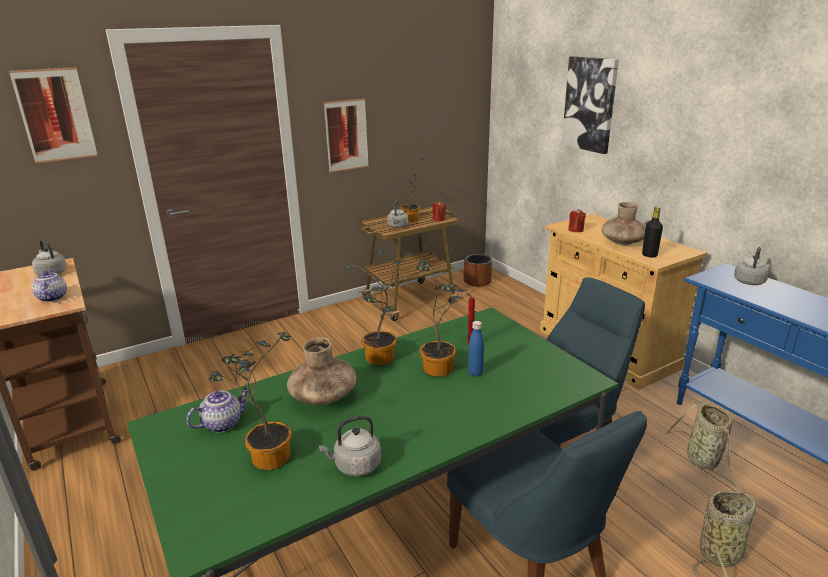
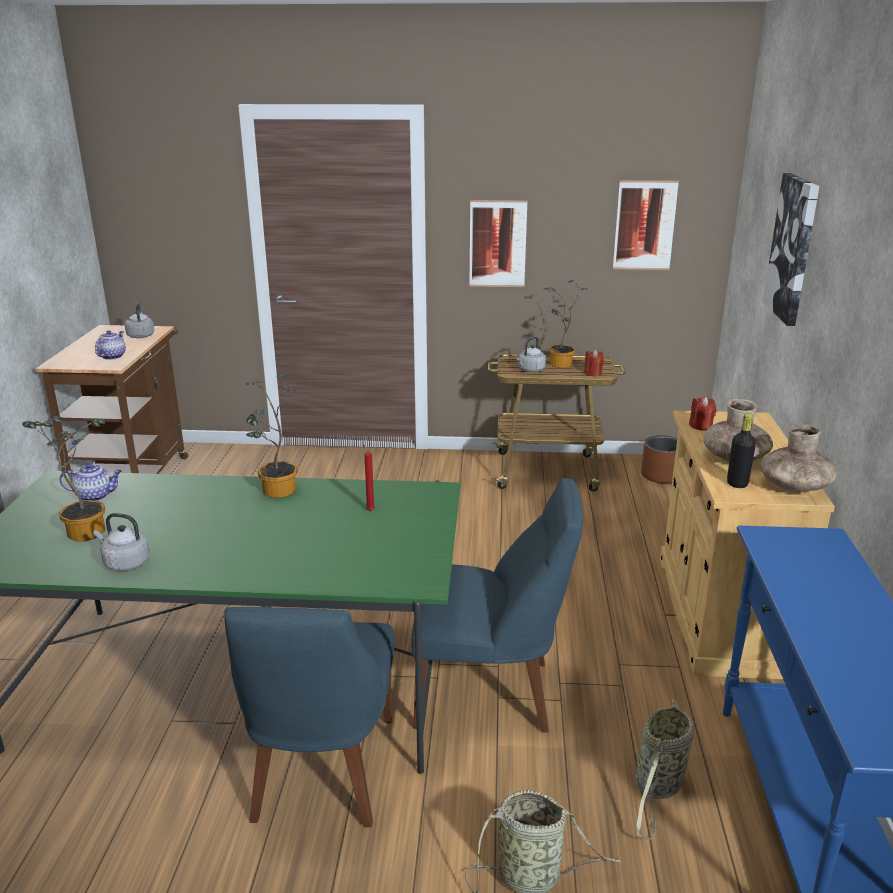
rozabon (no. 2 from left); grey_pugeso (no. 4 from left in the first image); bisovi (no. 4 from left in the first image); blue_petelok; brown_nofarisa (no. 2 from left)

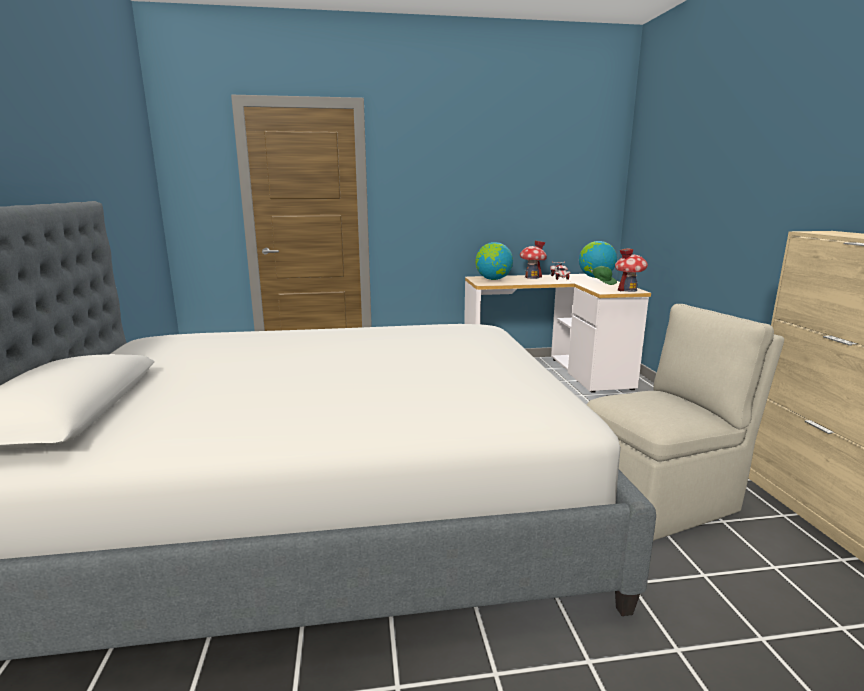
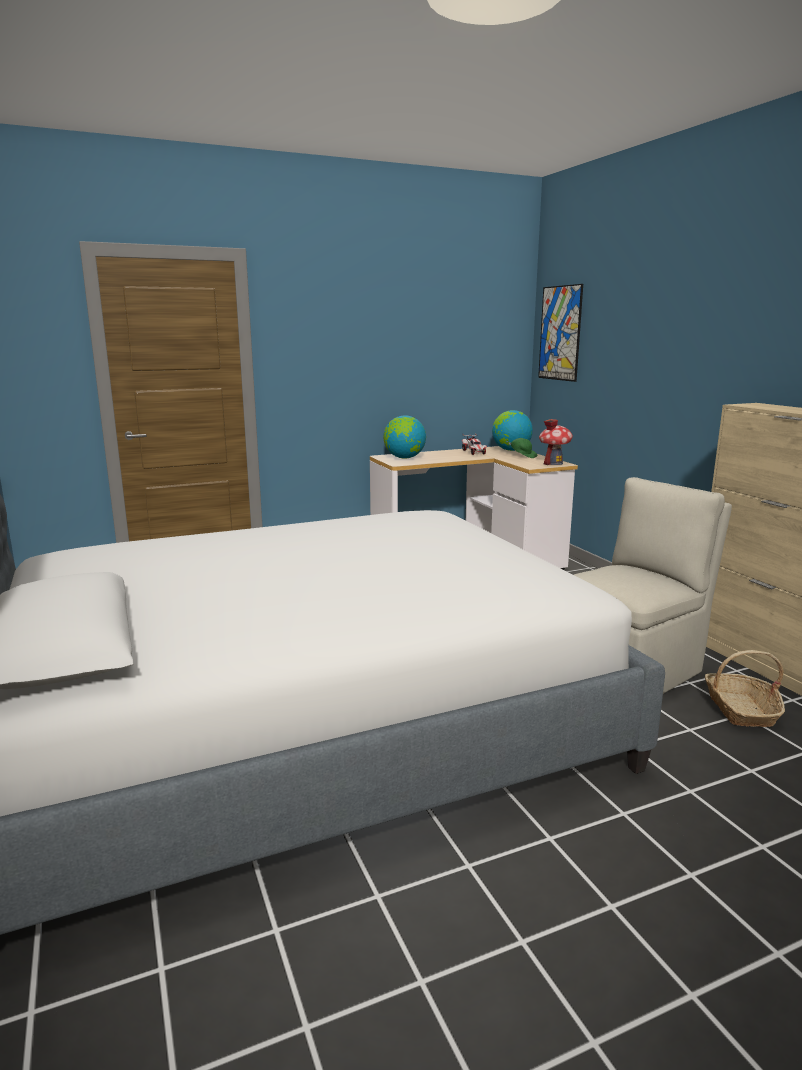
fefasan (no. 1 from left in the first image); rozabon; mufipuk

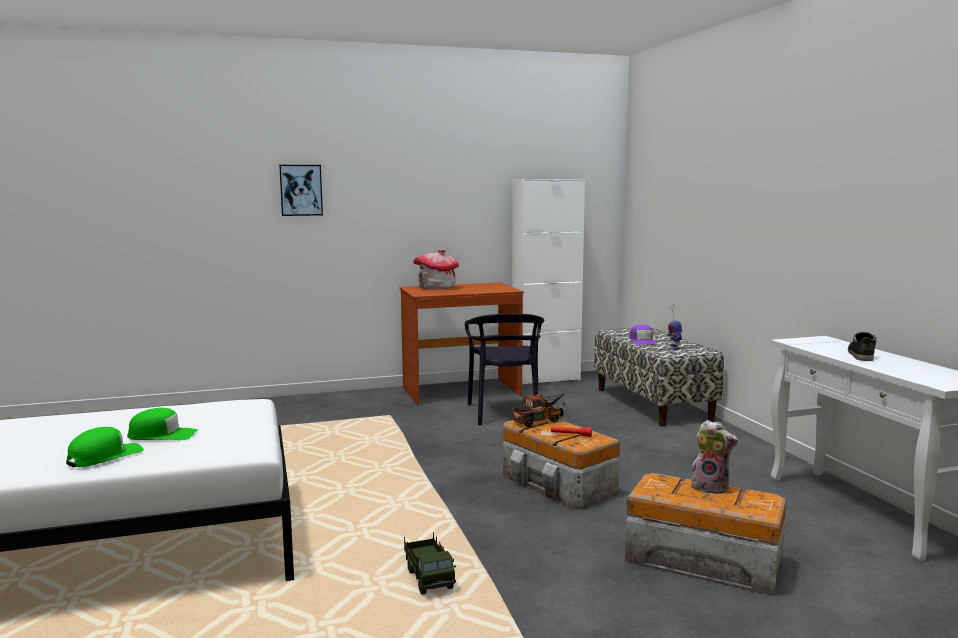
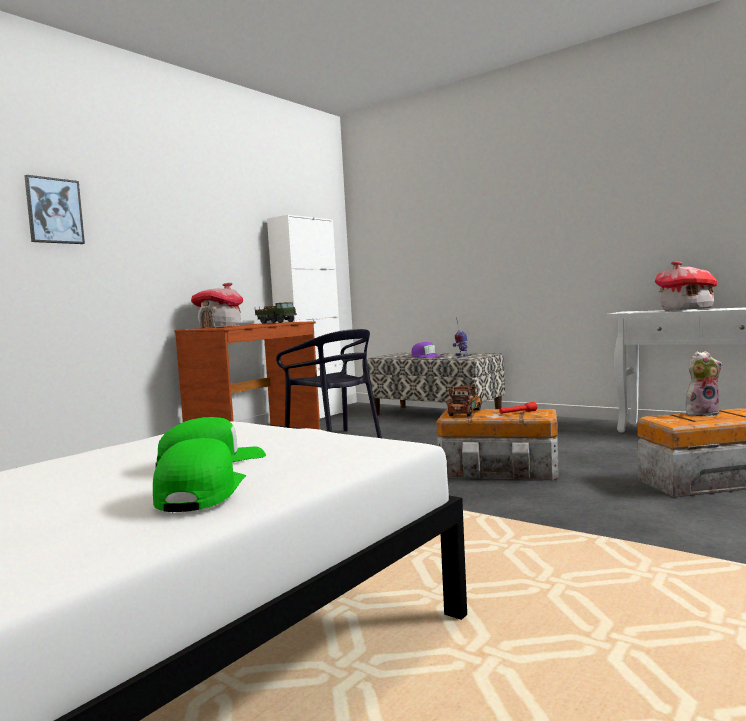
fefasan (no. 2 from left); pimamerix (no. 1 from left)

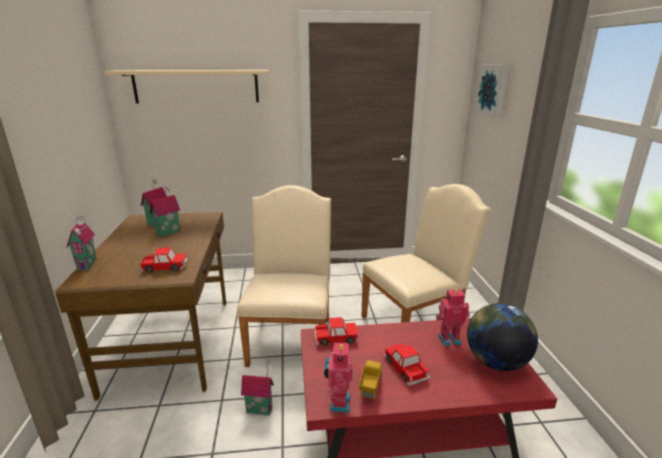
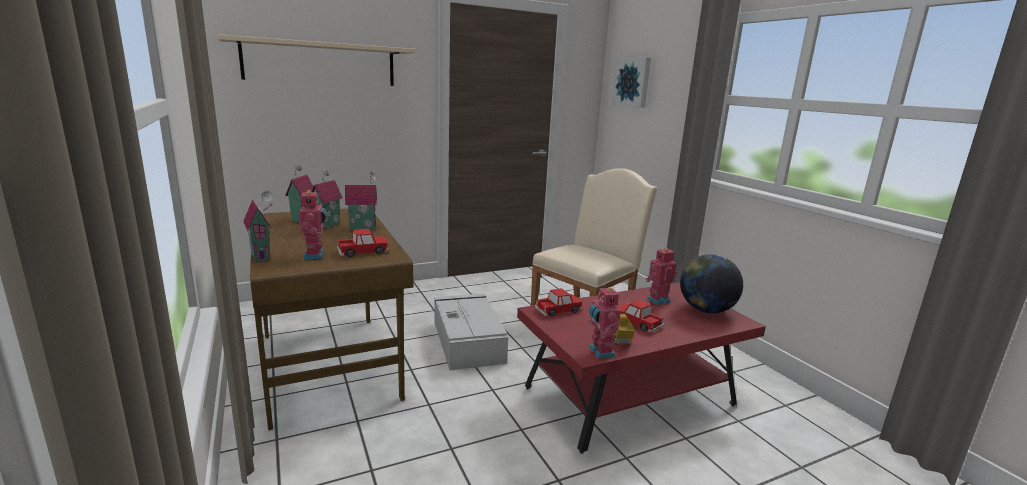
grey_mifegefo; fefasan (no. 4 from left); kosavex (no. 1 from left)

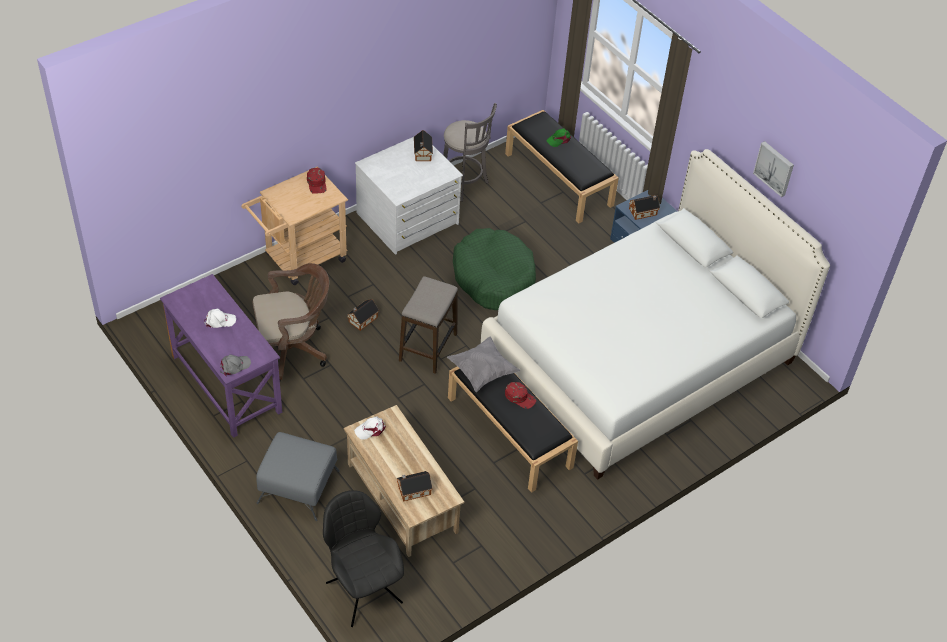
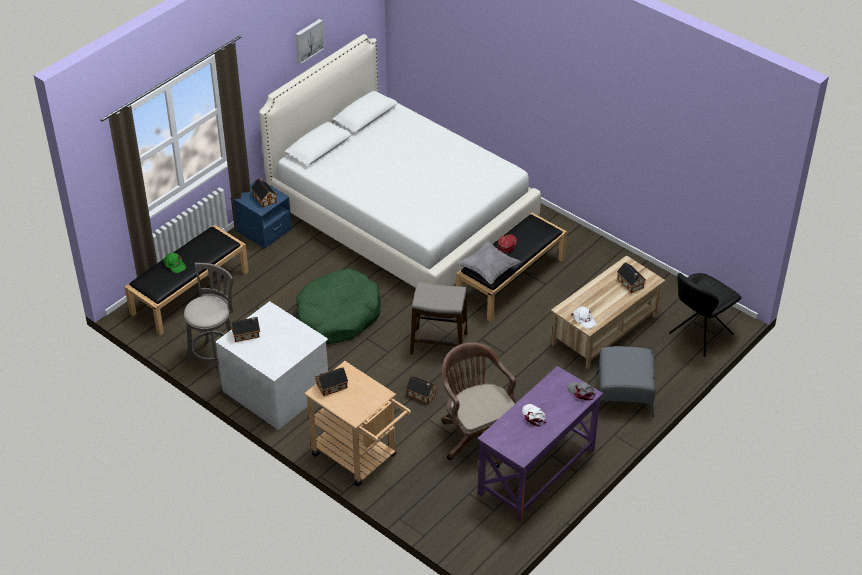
fefasan (no. 3 from left)

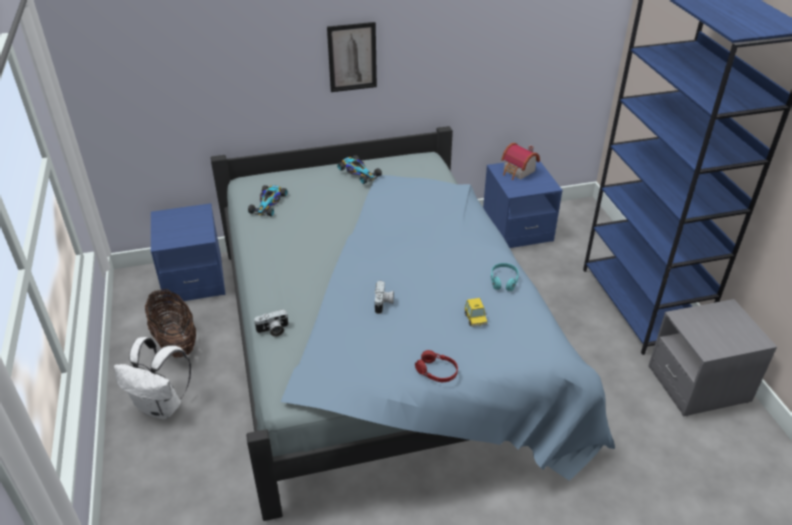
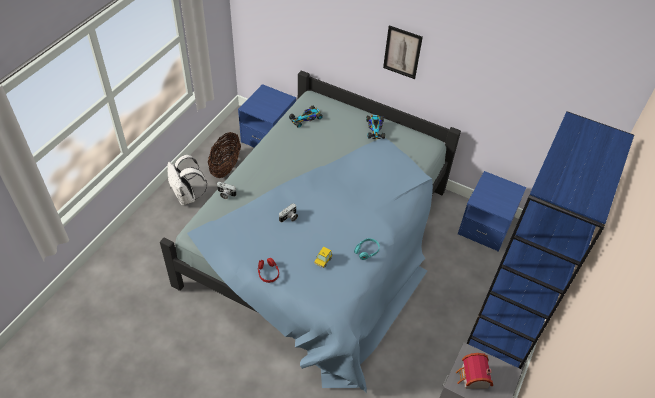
fefasan

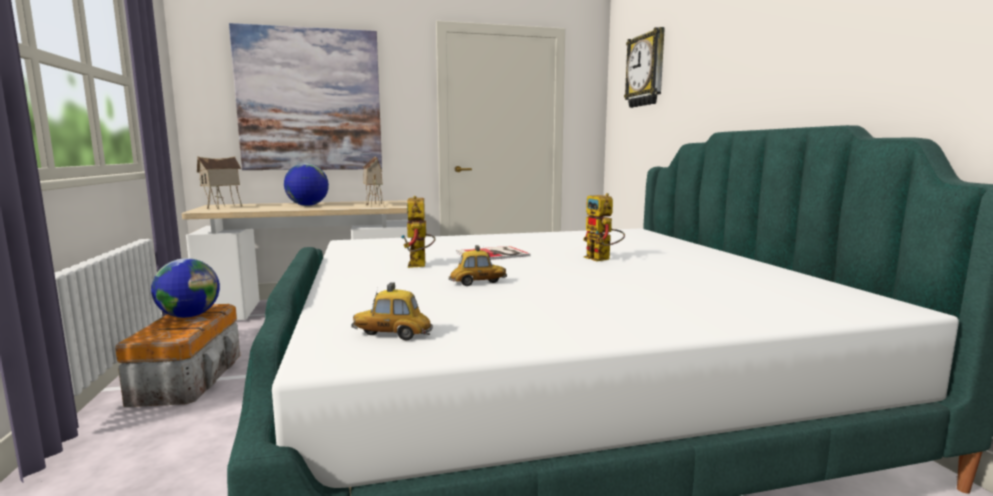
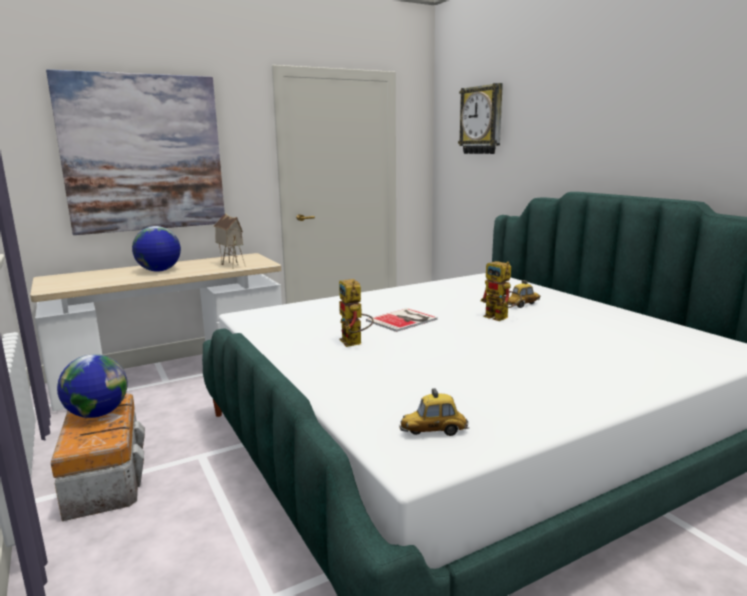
fefasan (no. 1 from left in the first image); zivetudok (no. 2 from left)

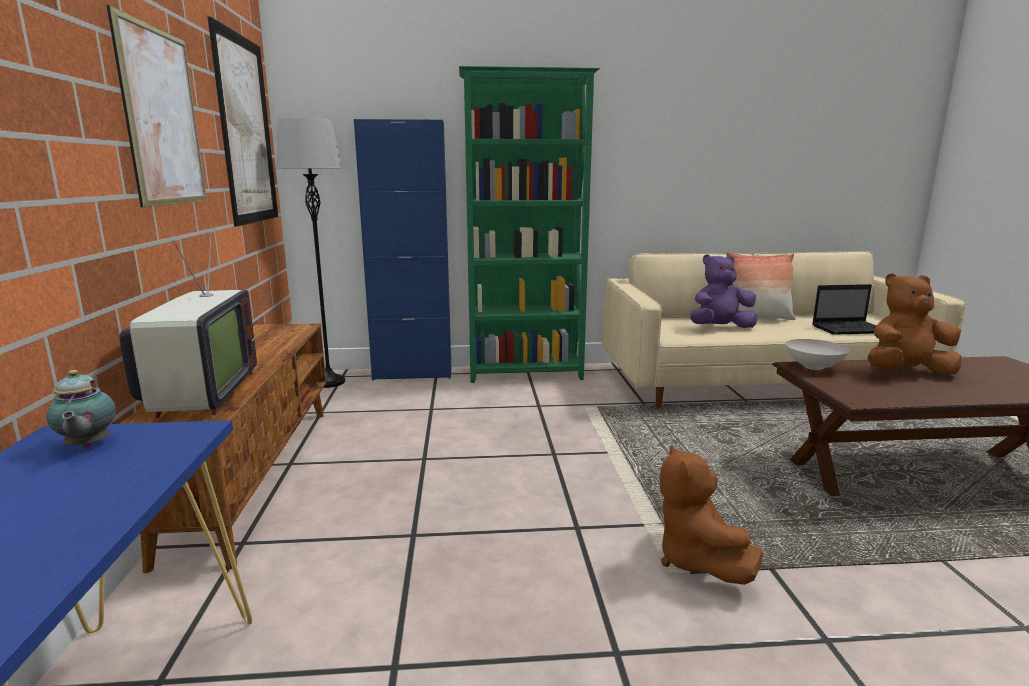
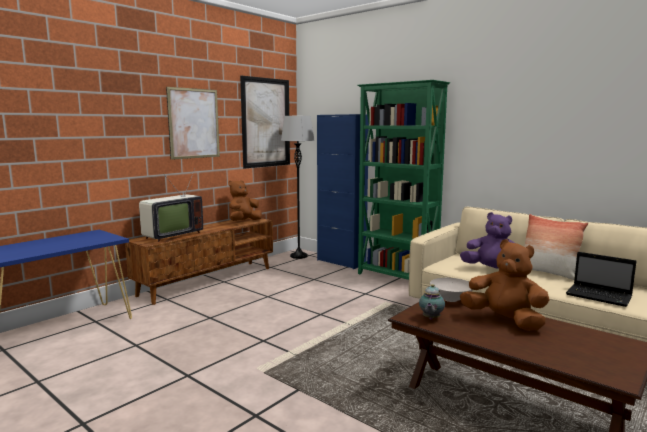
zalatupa; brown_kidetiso (no. 1 from left)

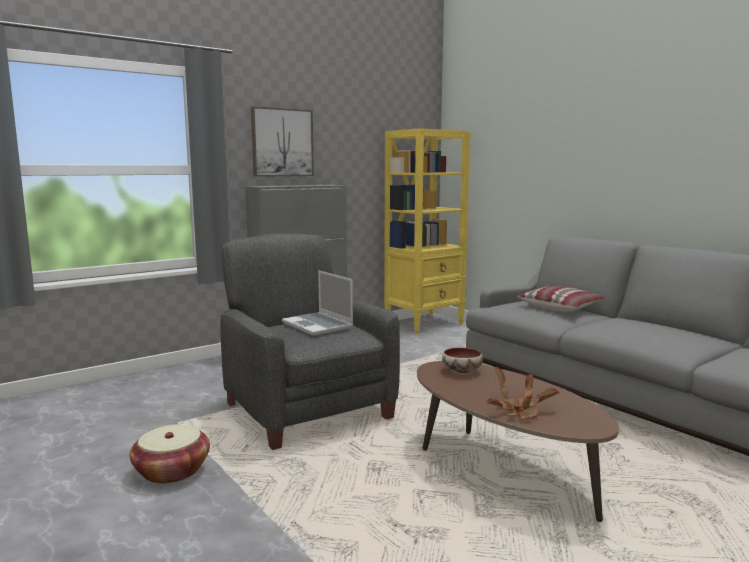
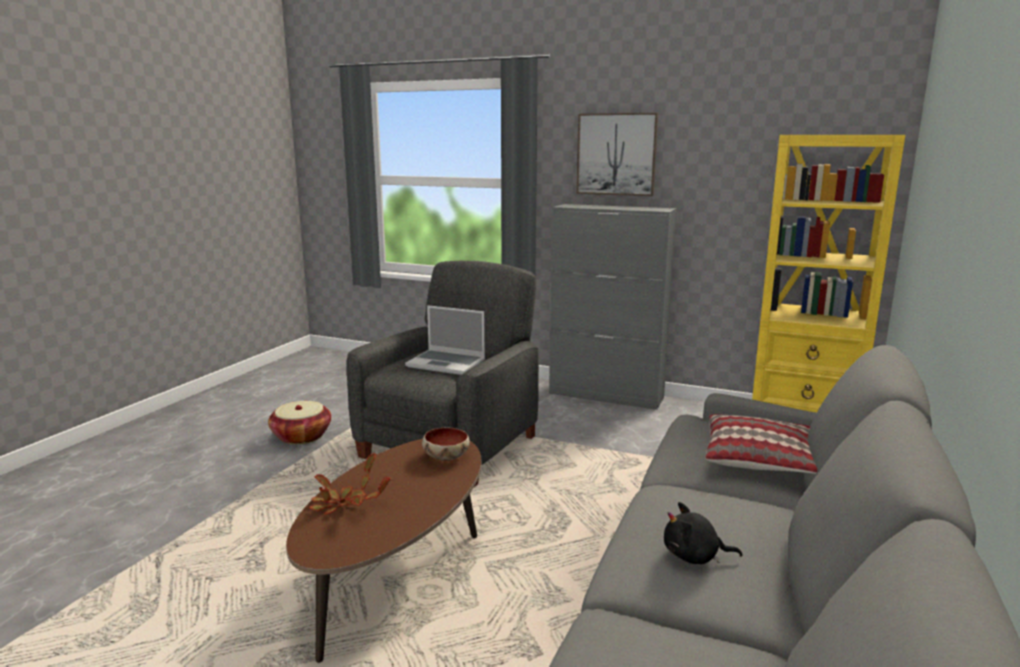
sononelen; black_kidetiso

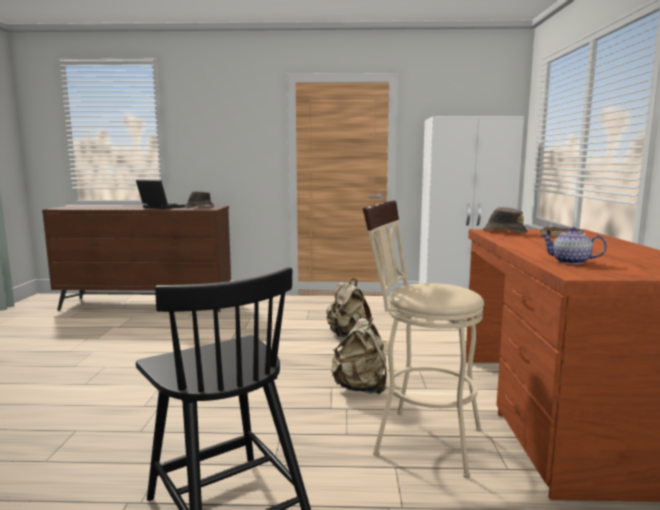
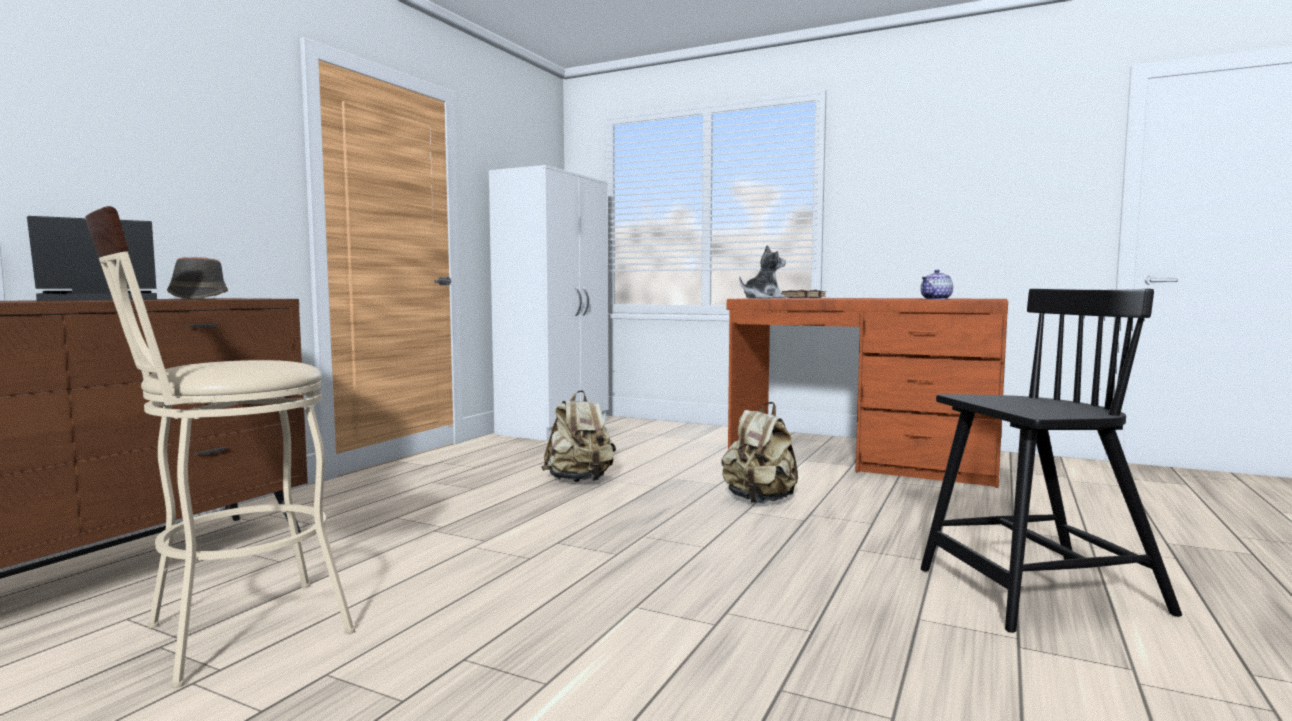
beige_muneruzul; kidetiso

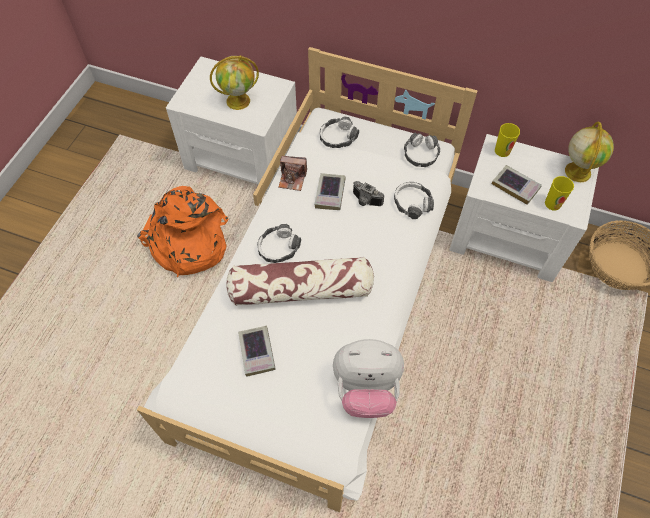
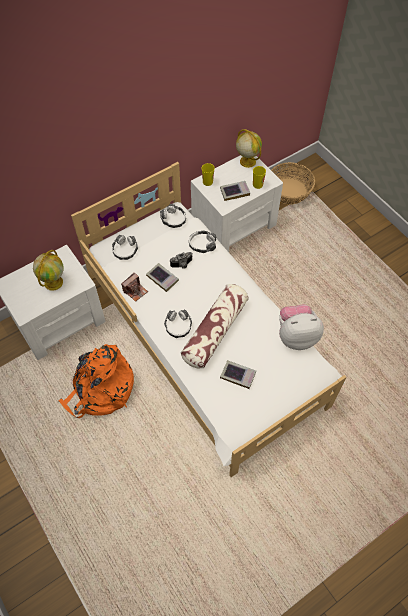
kidetiso

